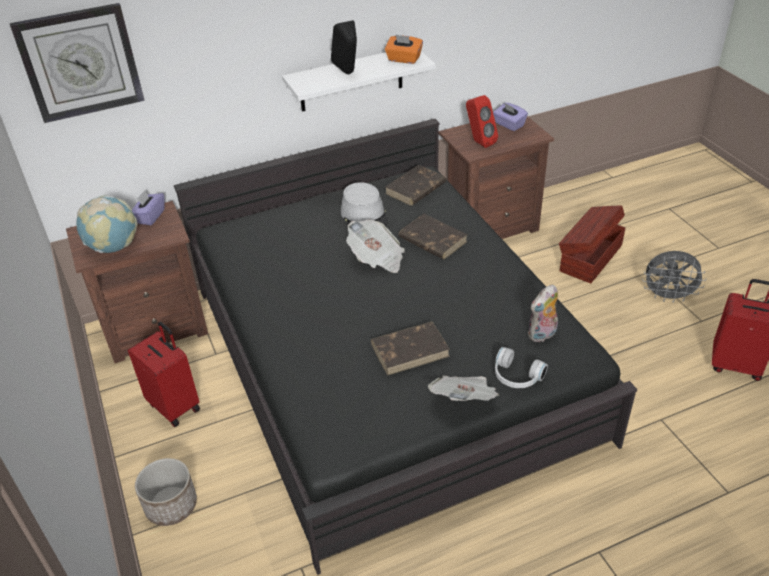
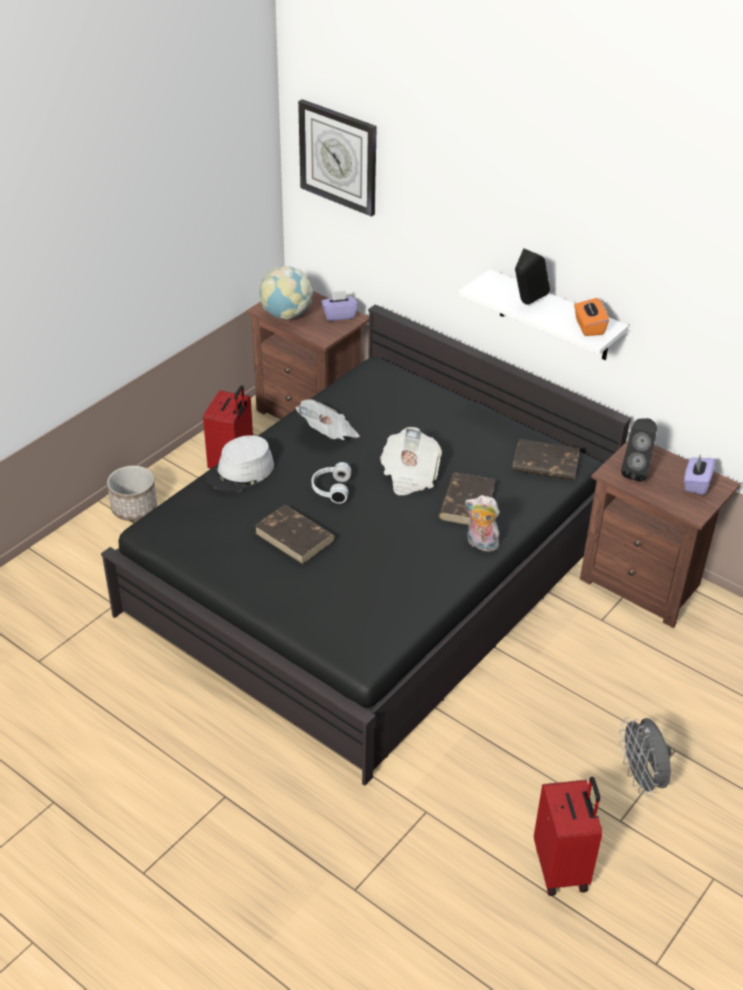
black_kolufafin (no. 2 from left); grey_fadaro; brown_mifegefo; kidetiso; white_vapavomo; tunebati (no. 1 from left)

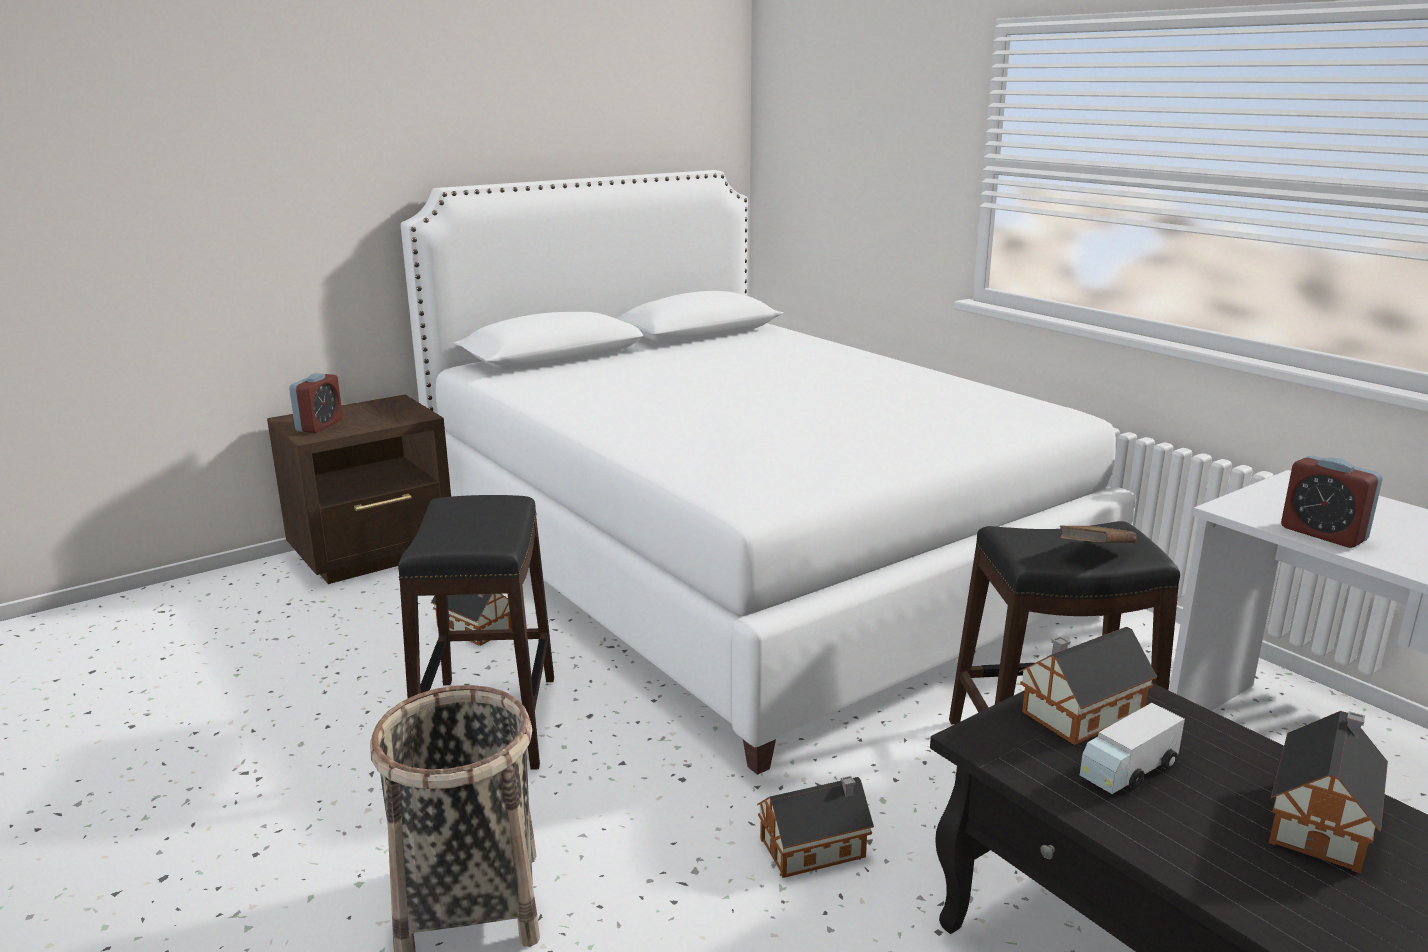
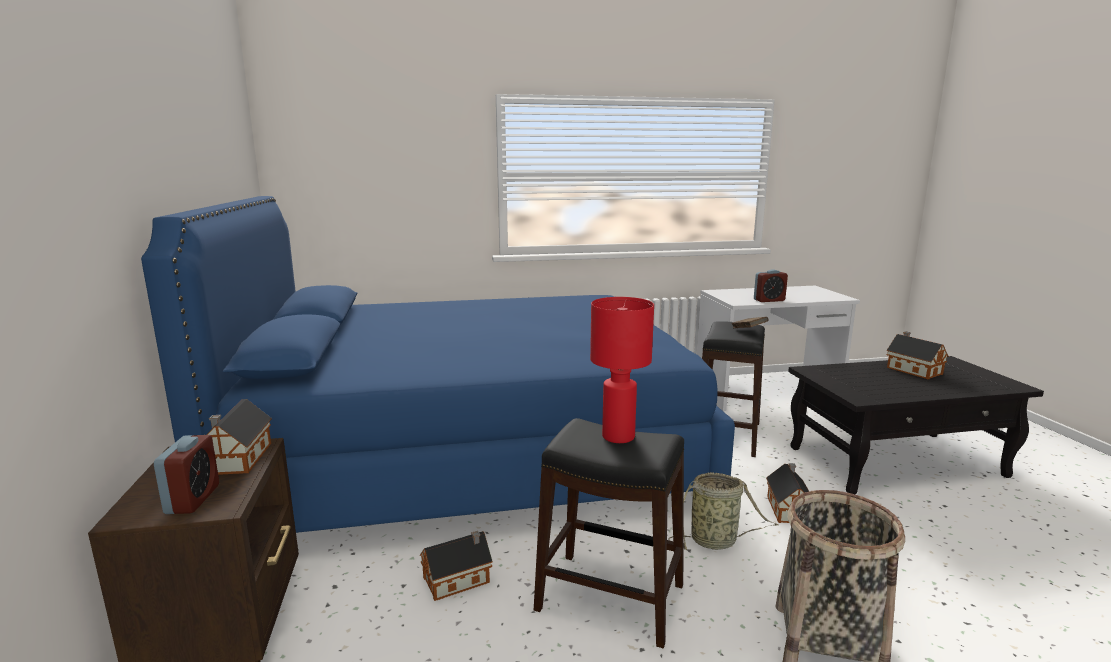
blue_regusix; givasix (no. 1 from left); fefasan (no. 1 from left); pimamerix; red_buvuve; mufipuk (no. 1 from left)

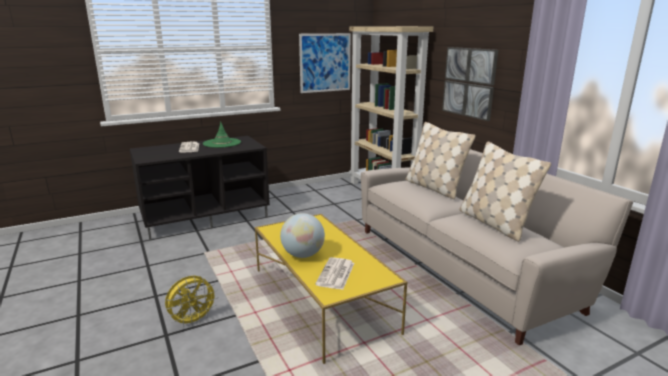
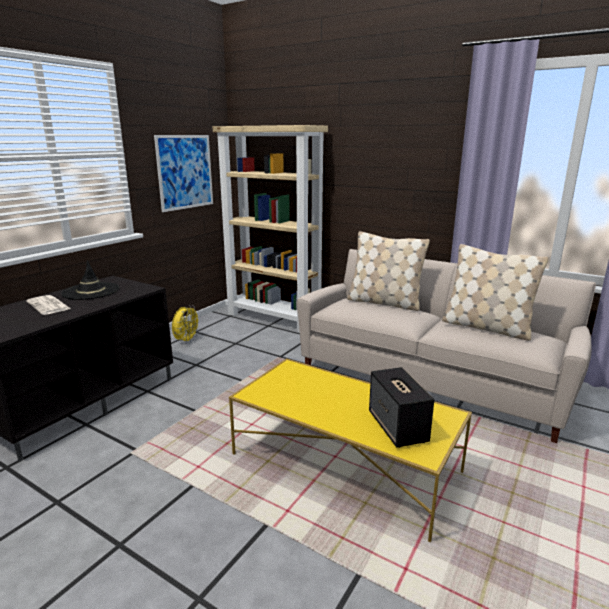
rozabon (no. 2 from left in the first image); black_fadaro; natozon; kolufafin; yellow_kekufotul

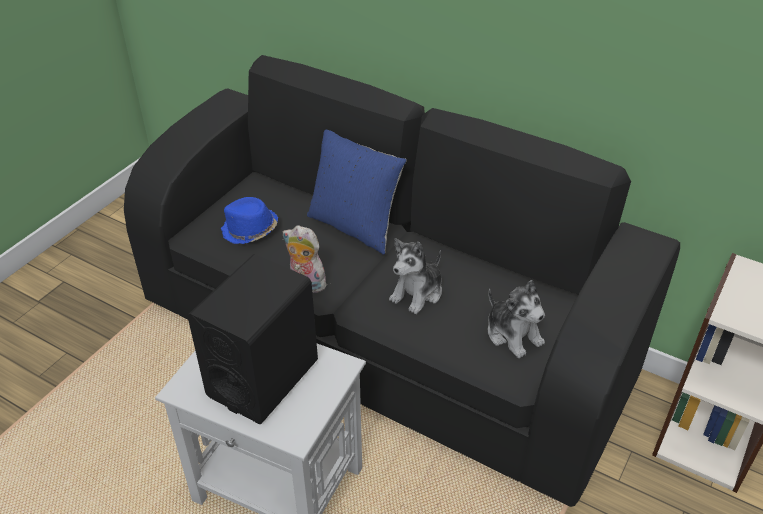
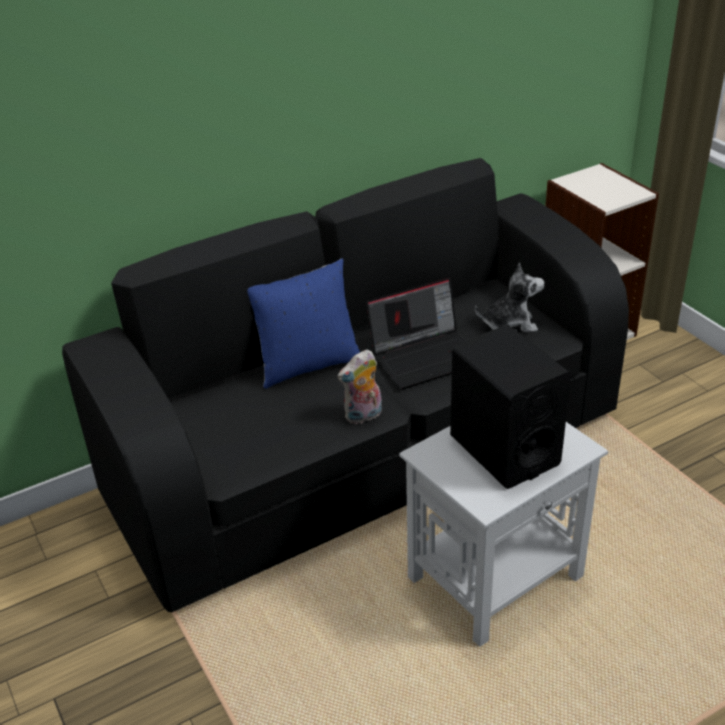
blue_fadaro; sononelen

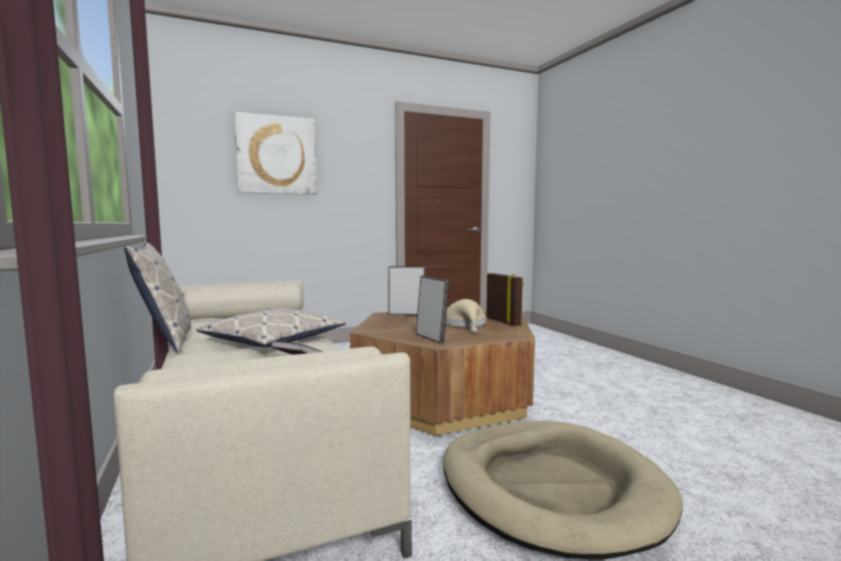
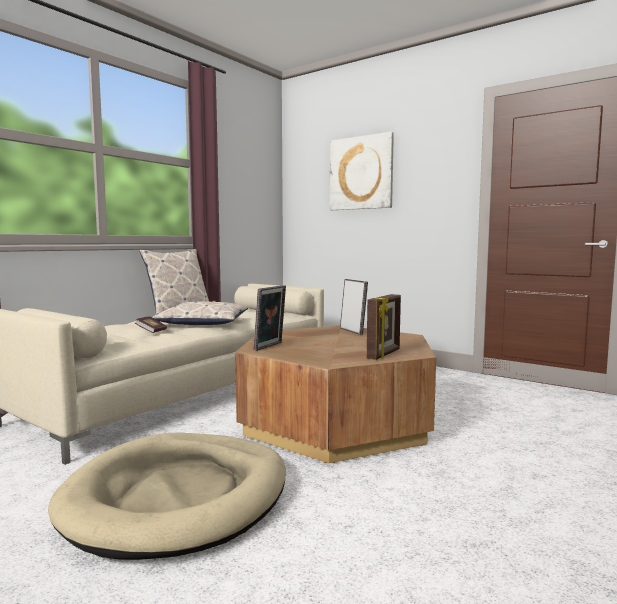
beige_fadaro

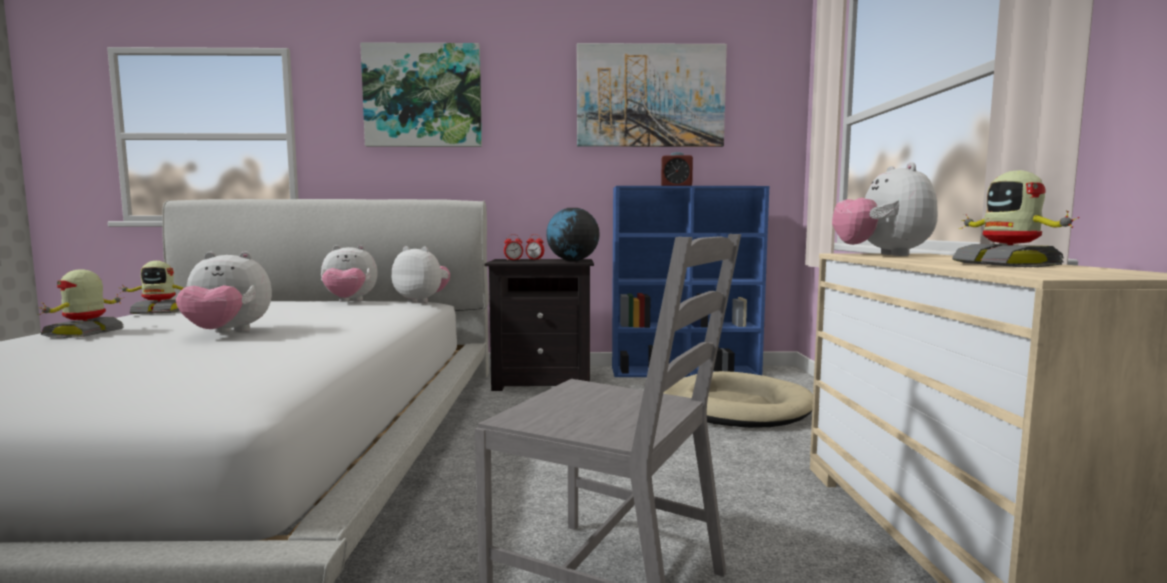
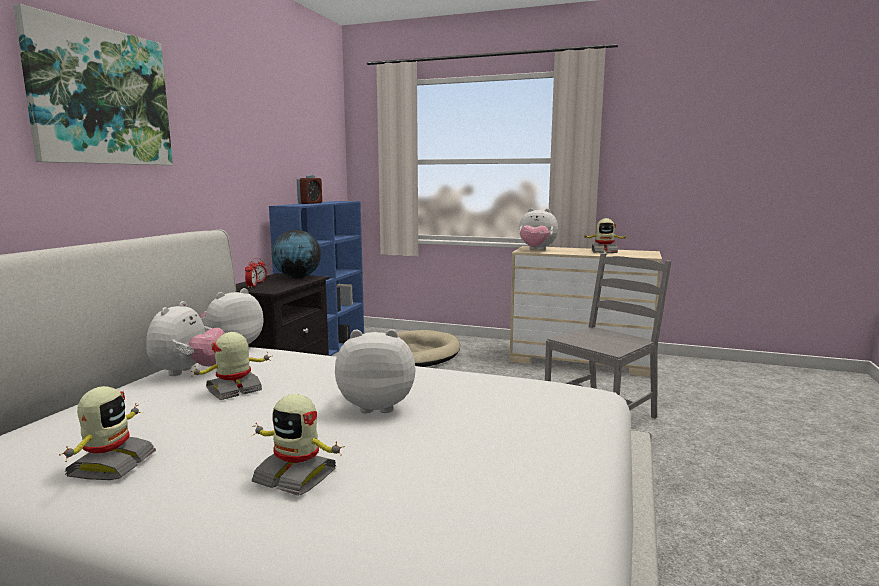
rozabon (no. 2 from left in the first image); kidetiso (no. 3 from left); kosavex (no. 2 from left)

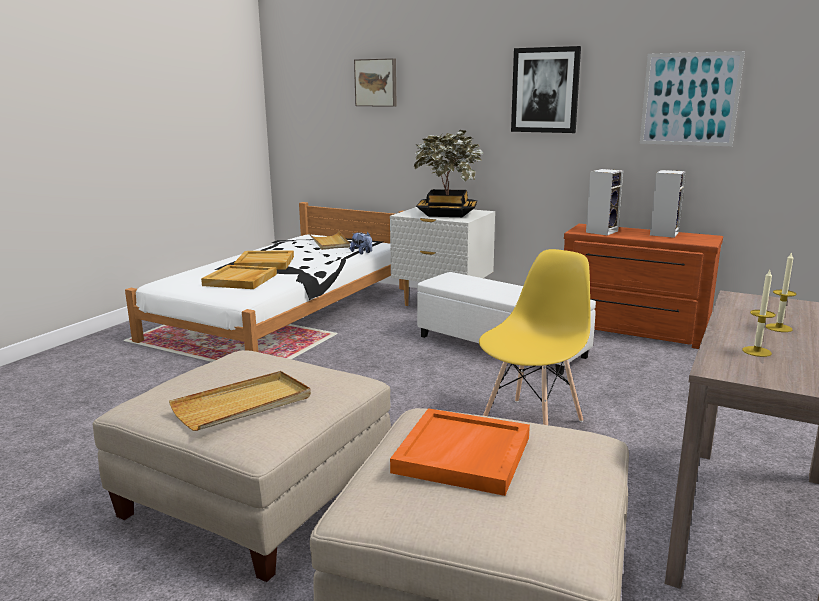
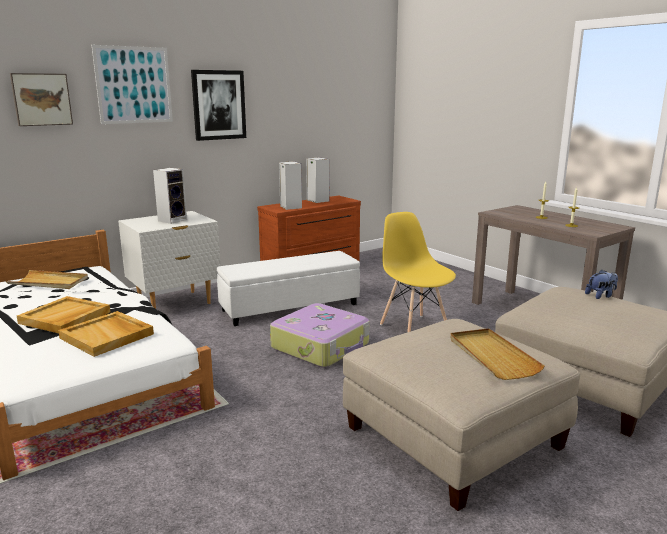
rozabon (no. 2 from left); kolufafin (no. 1 from left); kidetiso; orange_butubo; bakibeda

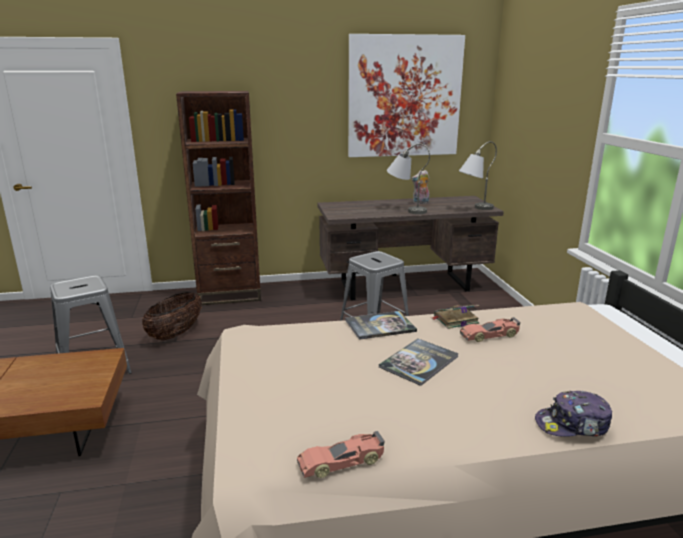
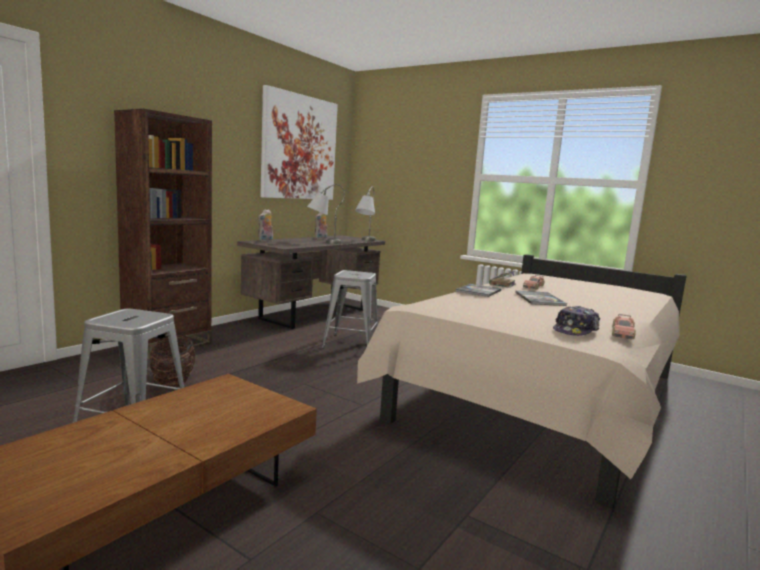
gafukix; kidetiso (no. 1 from left)

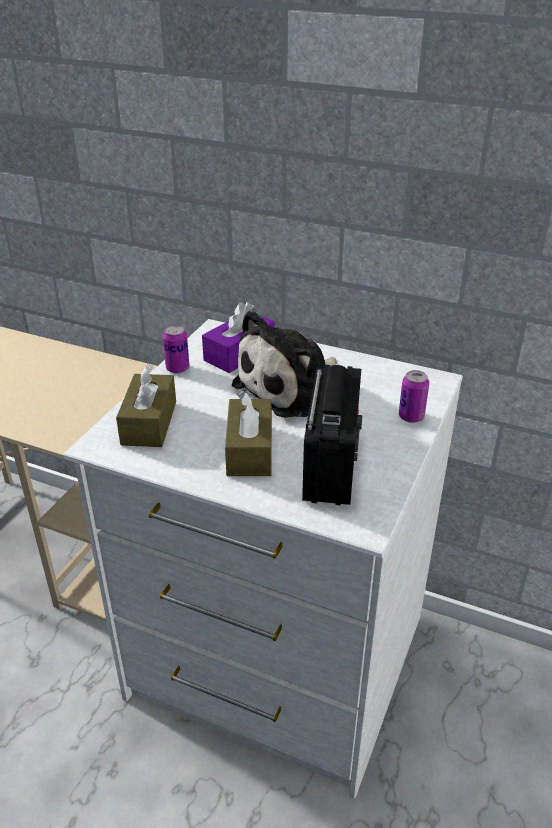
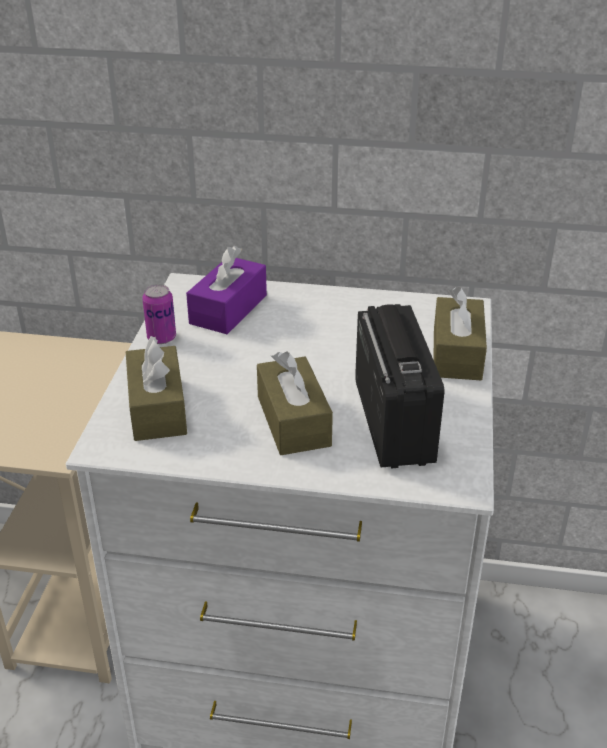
kidetiso; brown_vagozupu (no. 3 from left)

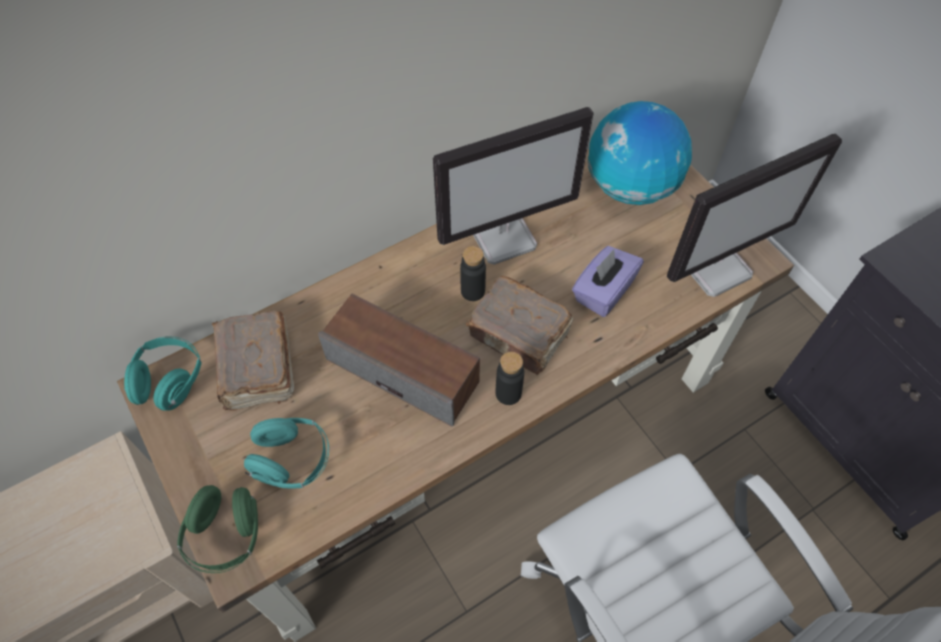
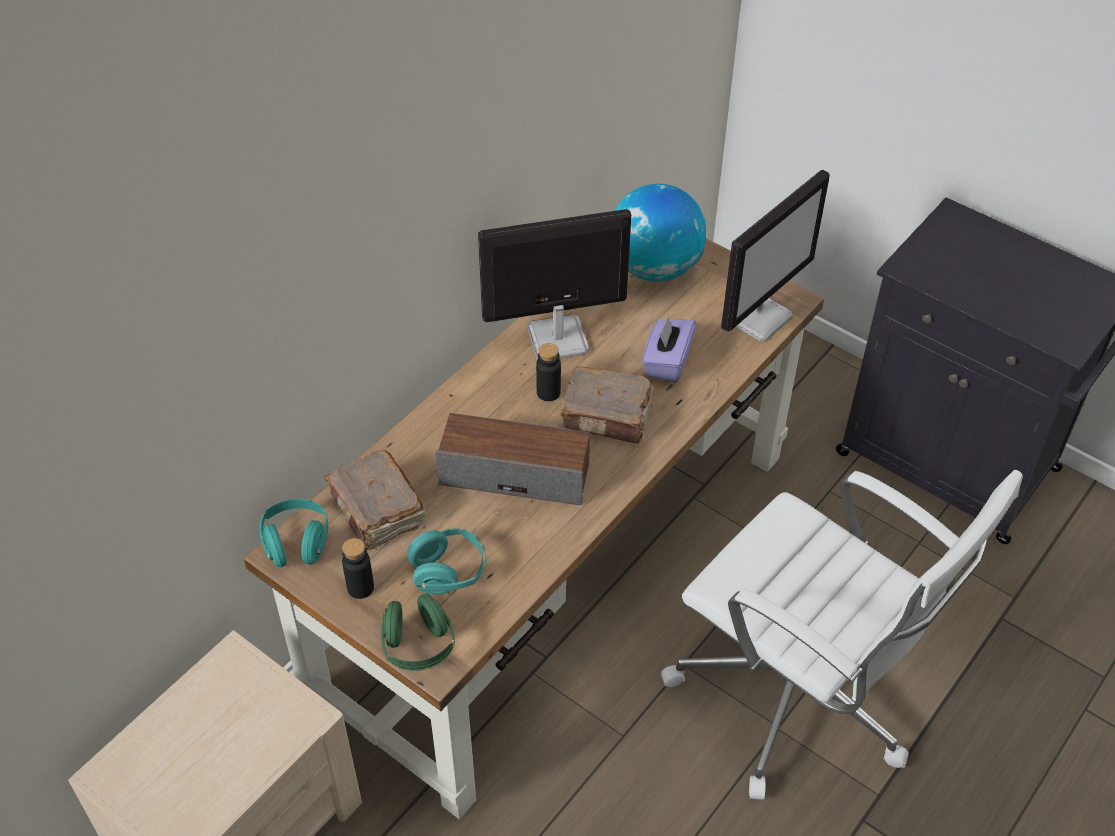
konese (no. 1 from left); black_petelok (no. 1 from left)

